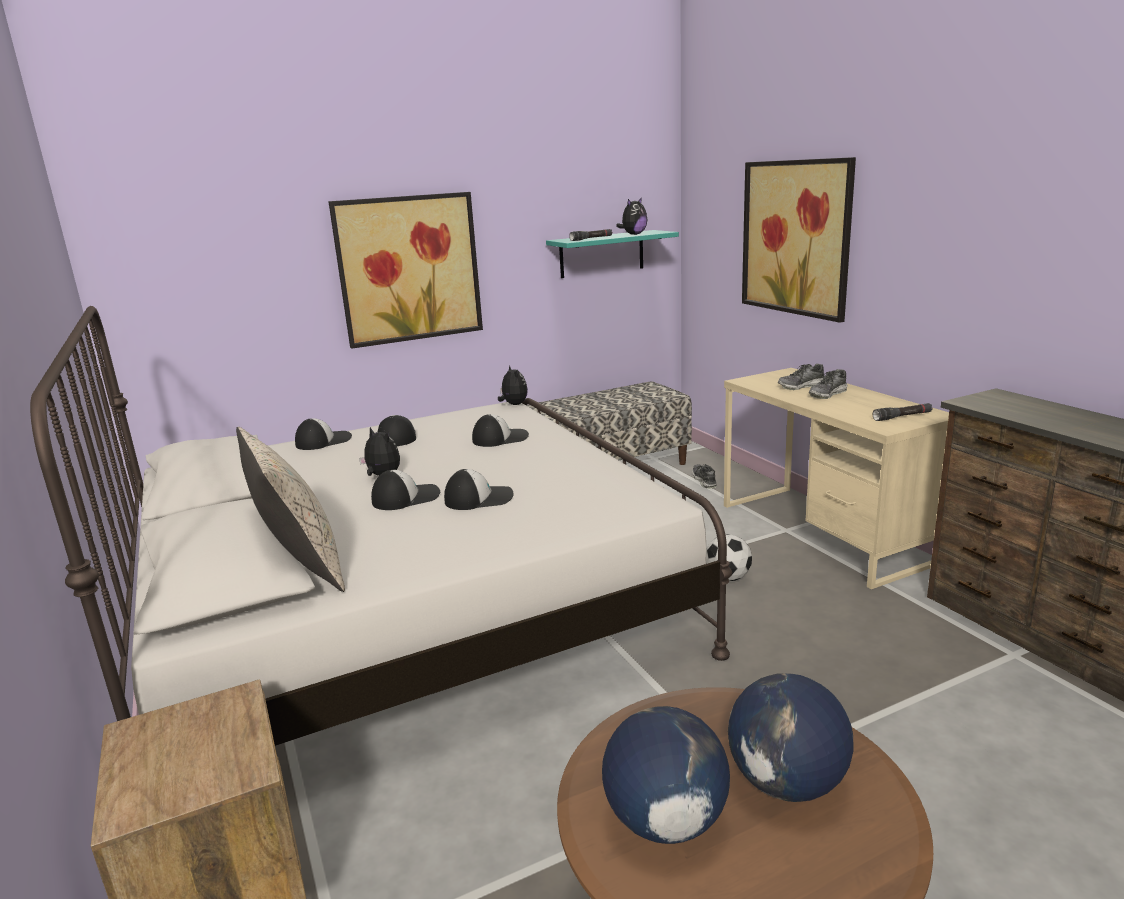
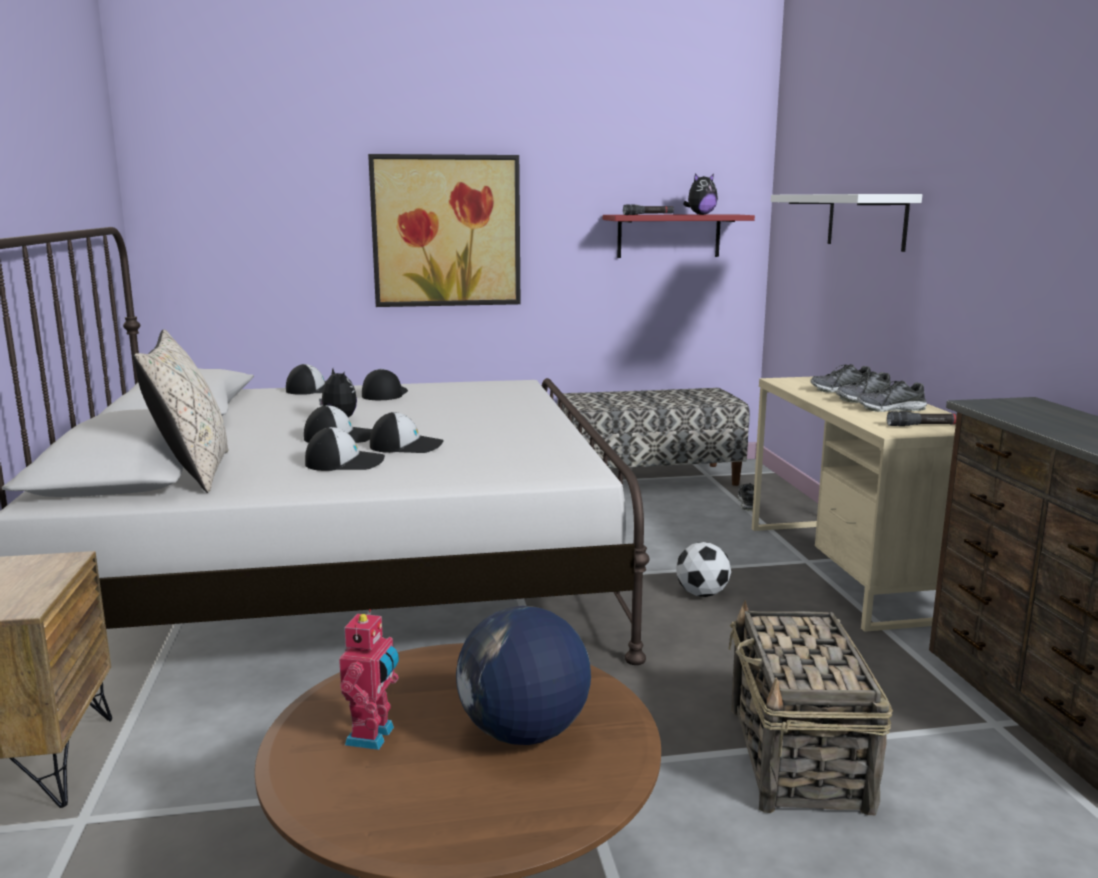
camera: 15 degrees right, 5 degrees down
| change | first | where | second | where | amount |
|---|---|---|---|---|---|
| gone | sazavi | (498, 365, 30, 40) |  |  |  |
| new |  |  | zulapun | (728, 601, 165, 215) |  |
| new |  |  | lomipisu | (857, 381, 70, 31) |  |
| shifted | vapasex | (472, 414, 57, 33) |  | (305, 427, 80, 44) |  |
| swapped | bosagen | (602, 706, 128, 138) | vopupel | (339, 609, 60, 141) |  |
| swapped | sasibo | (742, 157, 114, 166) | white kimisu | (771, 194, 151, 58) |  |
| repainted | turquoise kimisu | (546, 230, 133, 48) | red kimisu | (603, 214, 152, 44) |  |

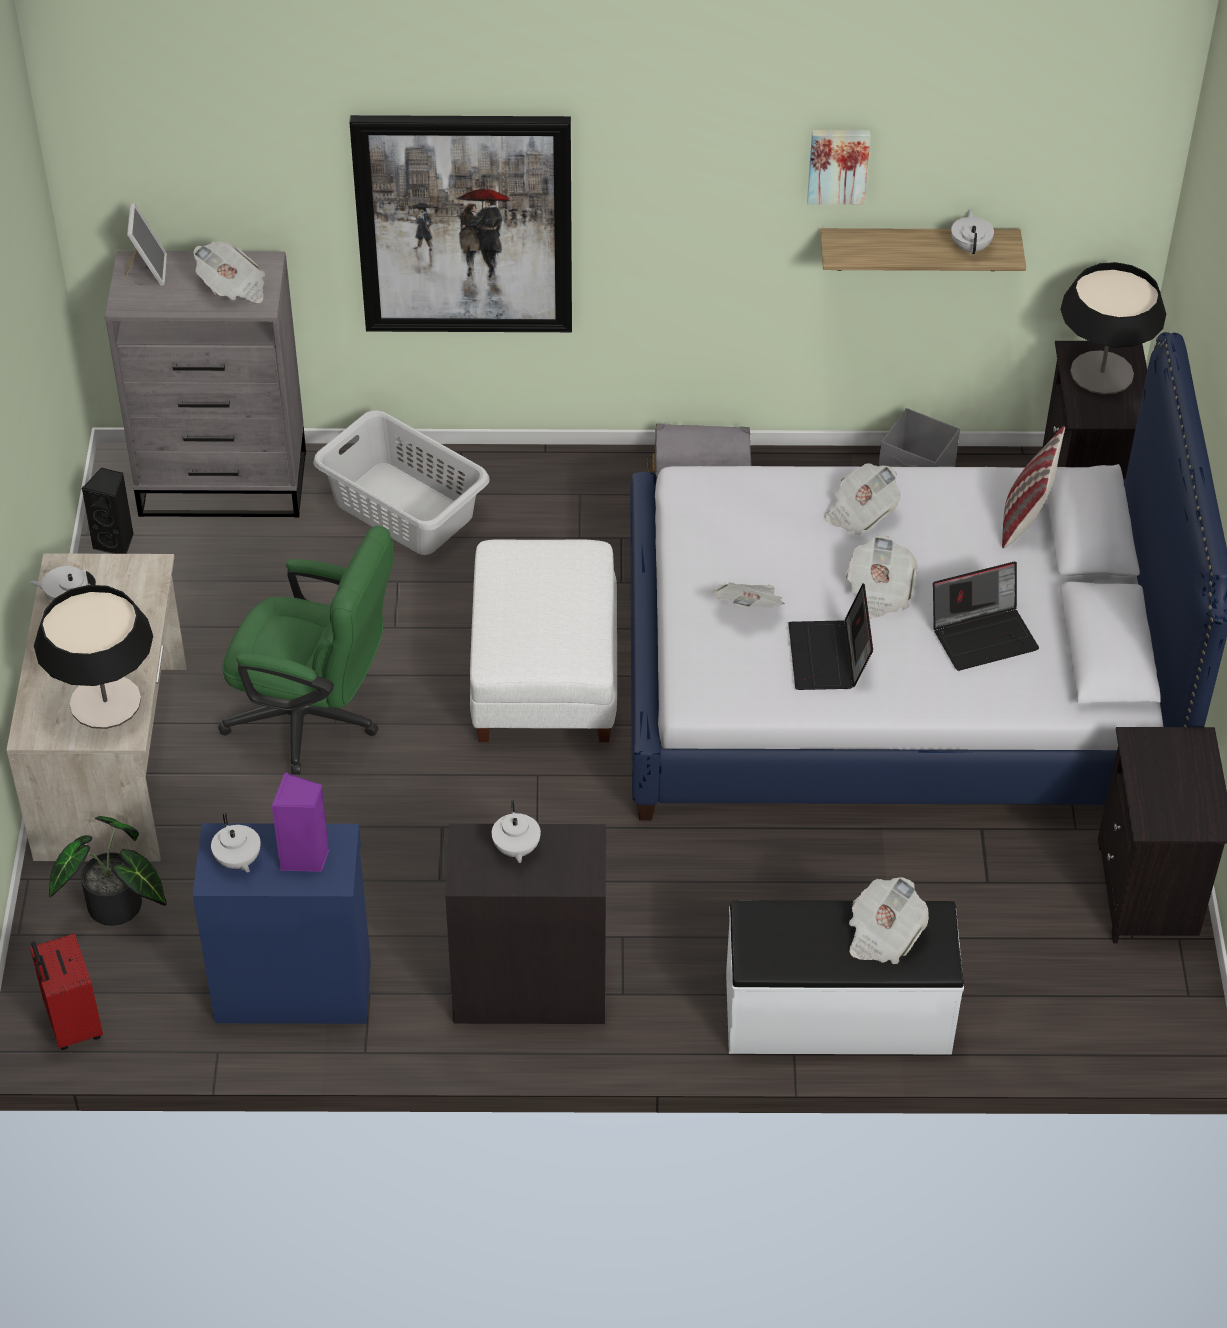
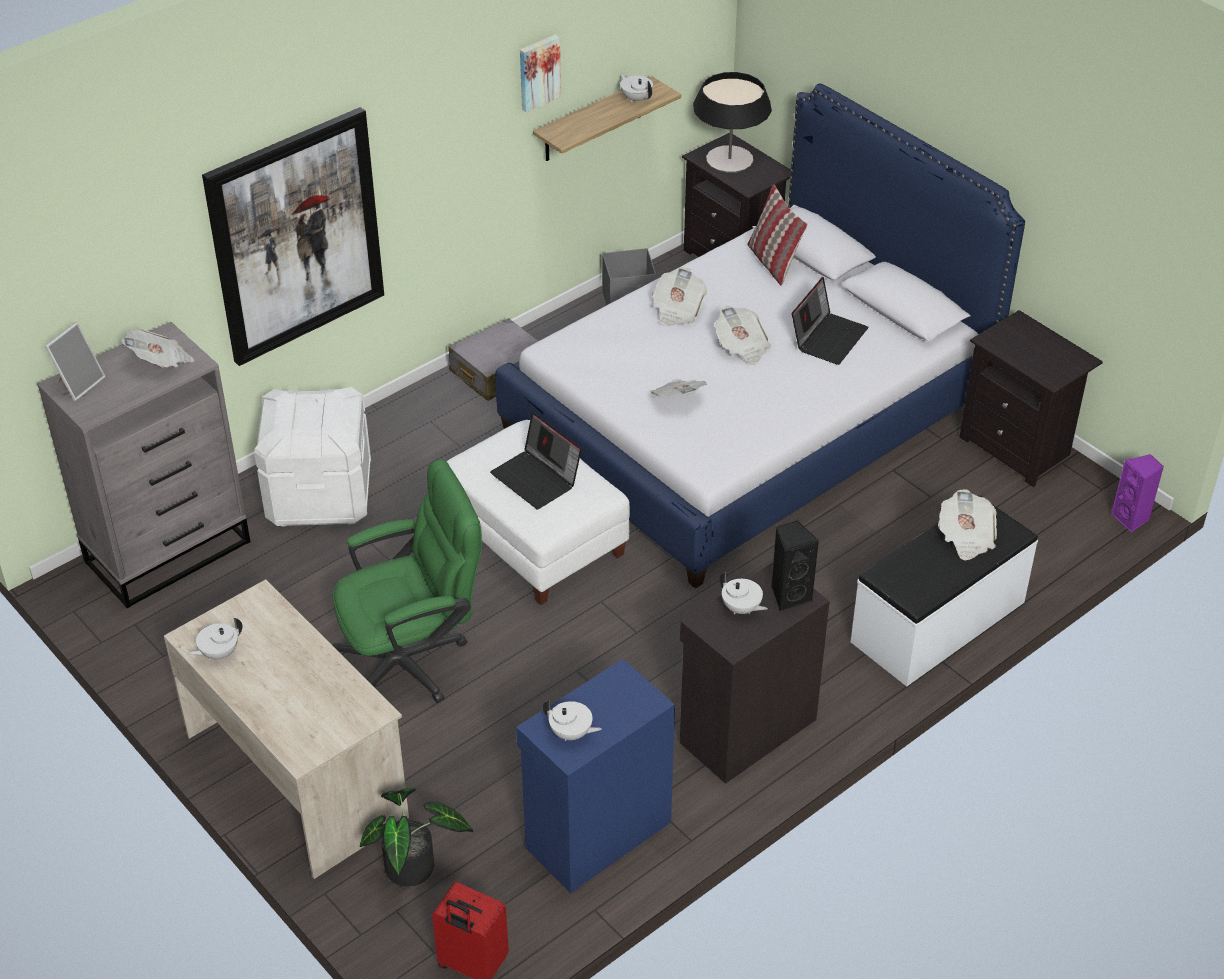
camera: 40 degrees left, 5 degrees down
| change | first | where | second | where | amount |
|---|---|---|---|---|---|
| gone | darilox | (34, 585, 119, 144) |  |  |  |
| shifted | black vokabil | (82, 467, 52, 87) |  | (771, 520, 48, 91) |  |
| shifted | purple vokabil | (272, 773, 57, 99) |  | (1111, 454, 53, 78) |  |
| shifted | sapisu | (788, 583, 85, 107) |  | (490, 413, 92, 96) |  |
| swapped | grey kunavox | (313, 410, 177, 145) | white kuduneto | (254, 387, 117, 140) |  |
| rotated | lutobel | (125, 203, 42, 83) |  | (45, 322, 61, 79) | 75 degrees clockwise |

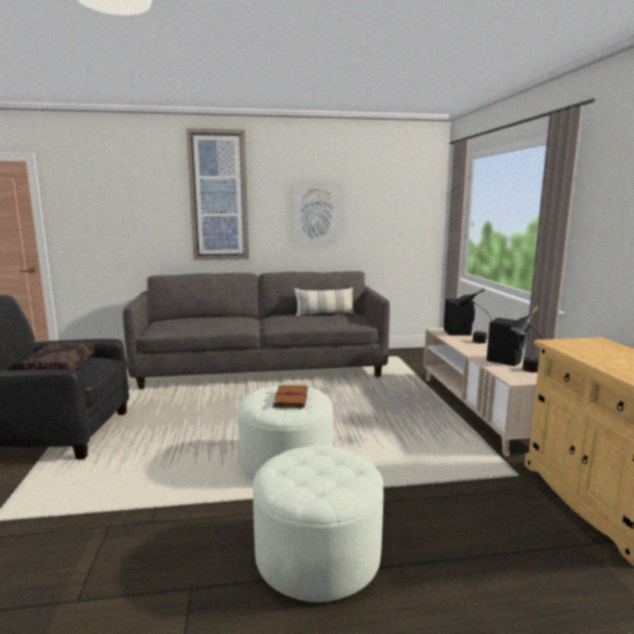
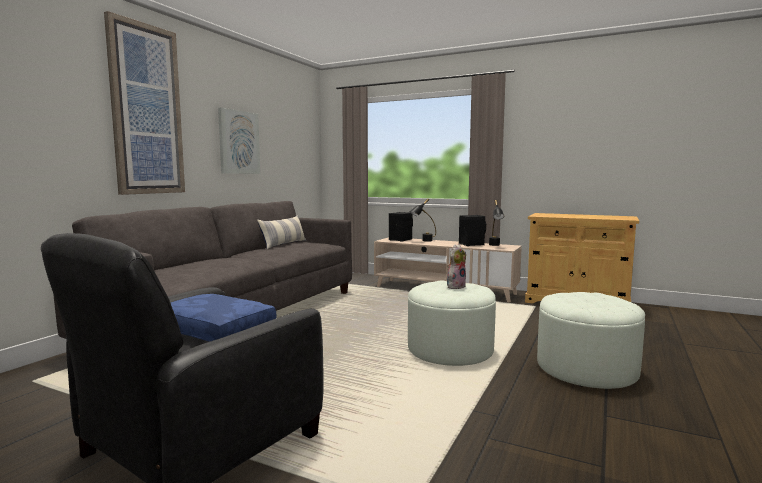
camera: 55 degrees left, 5 degrees down
| change | first | where | second | where | amount |
|---|---|---|---|---|---|
| swapped | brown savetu | (272, 385, 36, 23) | sazavi | (447, 244, 19, 45) |  |
| repainted | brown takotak | (18, 343, 76, 27) | blue takotak | (171, 294, 105, 48) |  |

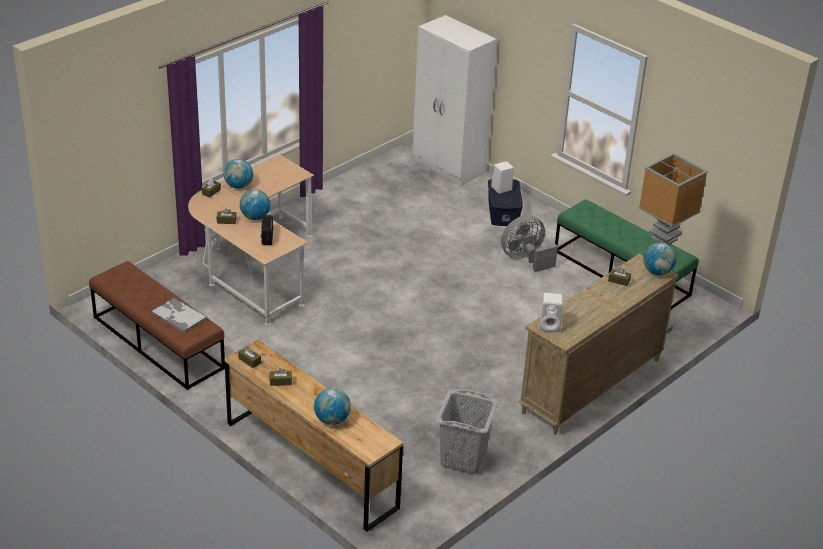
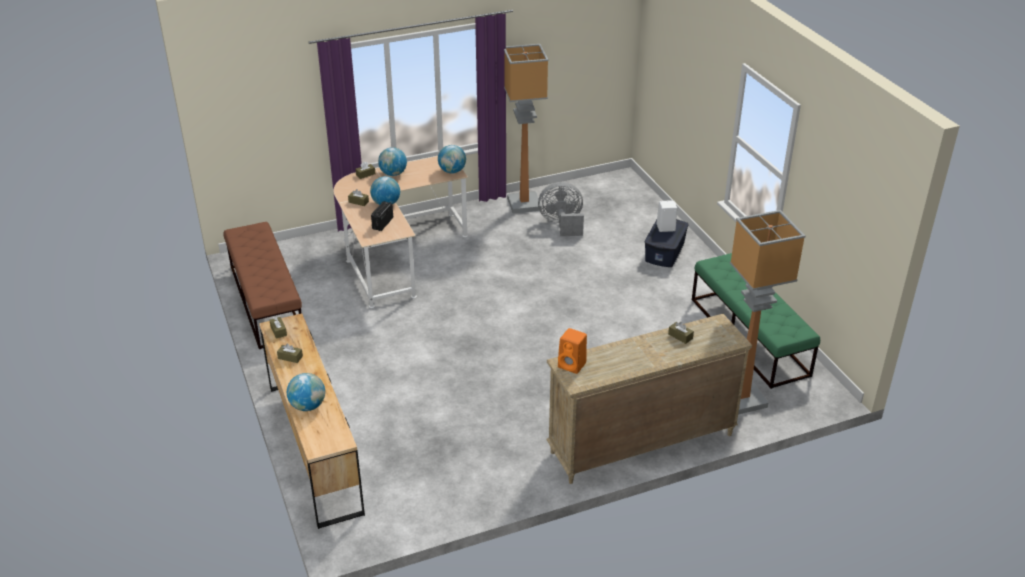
camera: 25 degrees right, 0 degrees up
| change | first | where | second | where | amount |
|---|---|---|---|---|---|
| gone | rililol | (151, 297, 56, 36) |  |  |  |
| gone | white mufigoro | (412, 15, 85, 171) |  |  |  |
| gone | grey kunavox | (436, 389, 62, 85) |  |  |  |
| new |  |  | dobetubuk | (504, 44, 45, 169) |  |
| shifted | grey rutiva | (501, 215, 57, 57) |  | (538, 182, 46, 54) |  |
| shifted | bosagen | (643, 243, 34, 32) |  | (438, 145, 28, 29) |  |
| repainted | white vokabil | (539, 293, 24, 39) | orange vokabil | (558, 328, 29, 46) |  |

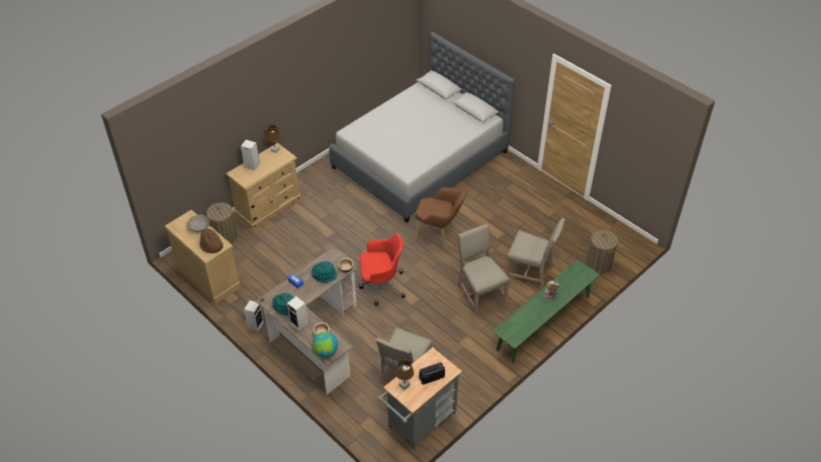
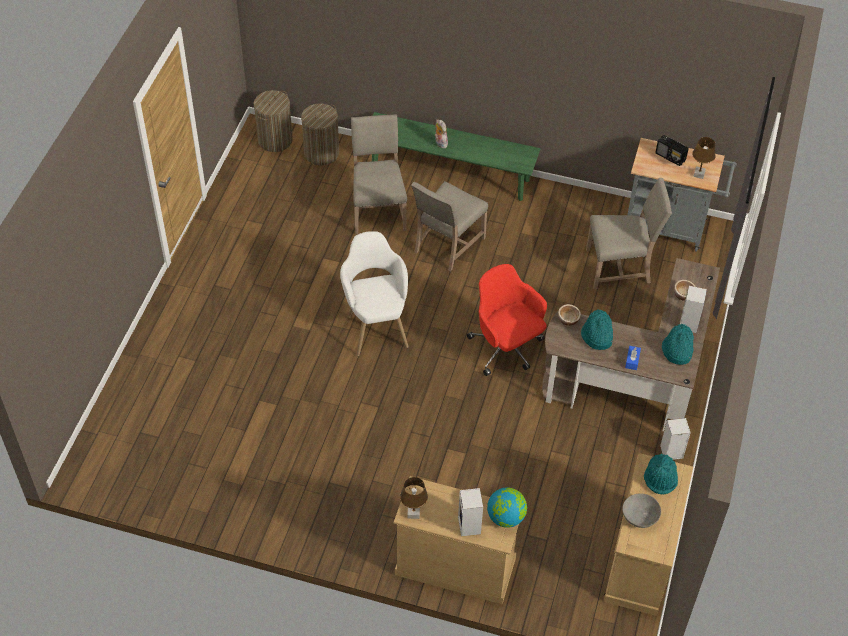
camera: 120 degrees left, 5 degrees up
| change | first | where | second | where | amount |
|---|---|---|---|---|---|
| gone | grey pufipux | (329, 32, 186, 191) |  |  |  |
| shifted | kunavox | (207, 202, 30, 42) |  | (254, 90, 39, 62) |  |
| shifted | bosagen | (312, 332, 26, 26) |  | (487, 487, 40, 41) |  |
| repainted | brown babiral | (200, 229, 23, 24) | turquoise babiral | (644, 454, 34, 40) |  |
| repainted | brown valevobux | (413, 187, 53, 63) | white valevobux | (340, 231, 69, 125) |  |

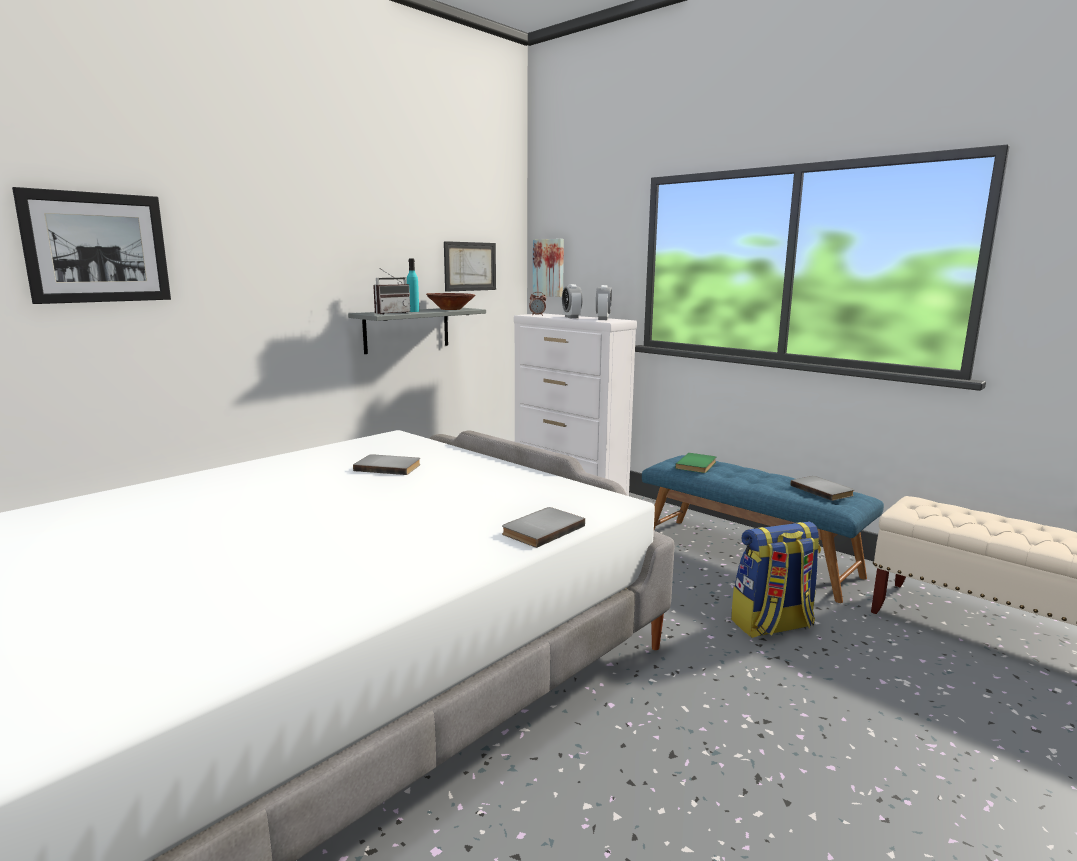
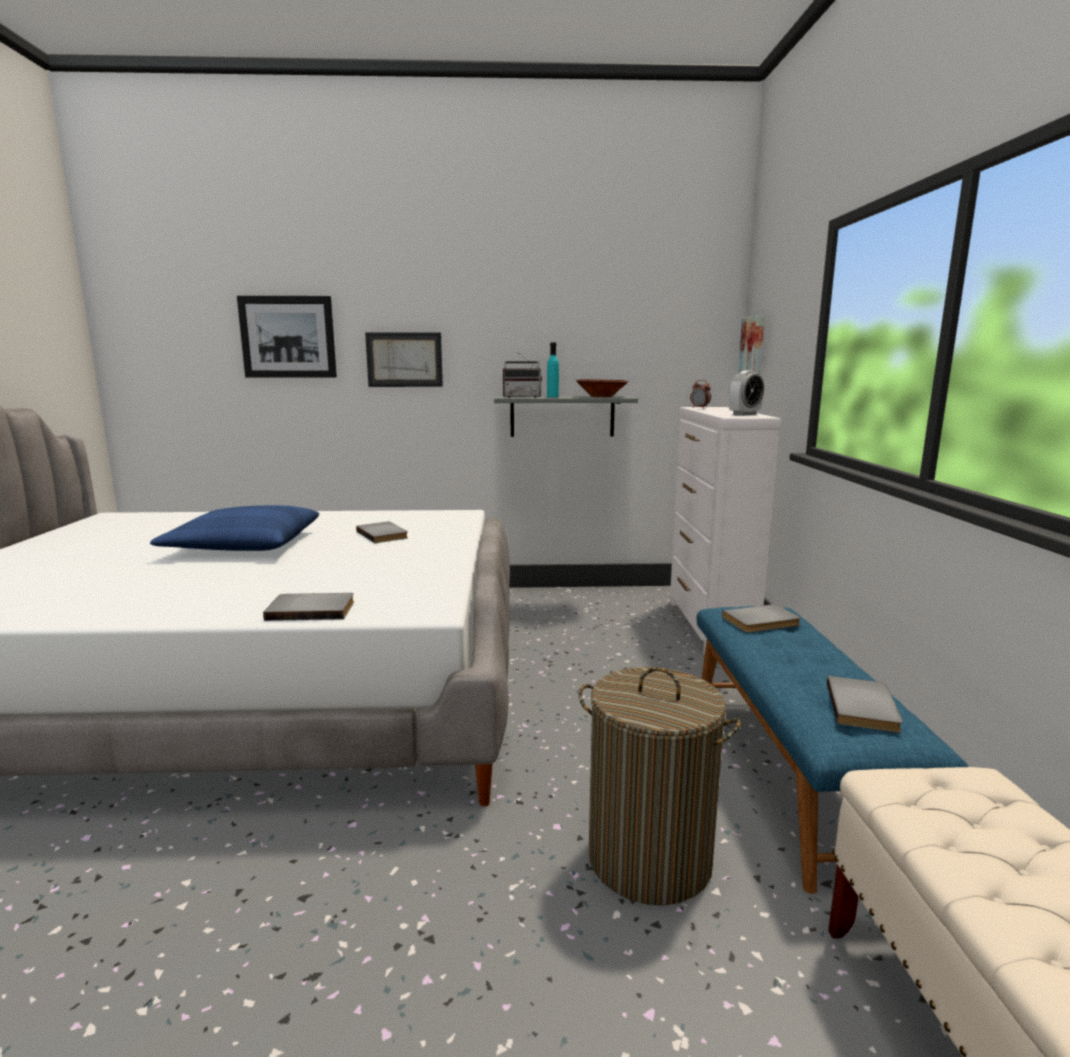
camera: 45 degrees right, 0 degrees up
| change | first | where | second | where | amount |
|---|---|---|---|---|---|
| gone | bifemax | (562, 284, 21, 34) |  |  |  |
| new |  |  | blue takotak | (150, 505, 169, 46) |  |
| shifted | sasibo | (444, 241, 52, 51) |  | (365, 332, 78, 55) |  |
| swapped | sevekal | (731, 521, 90, 117) | kunavox | (579, 667, 162, 239) |  |
| repainted | green savetu | (675, 453, 41, 20) | grey savetu | (722, 604, 79, 29) |  |

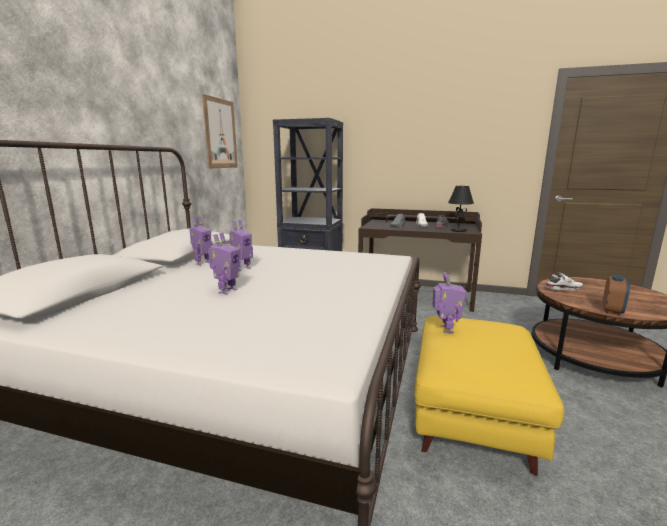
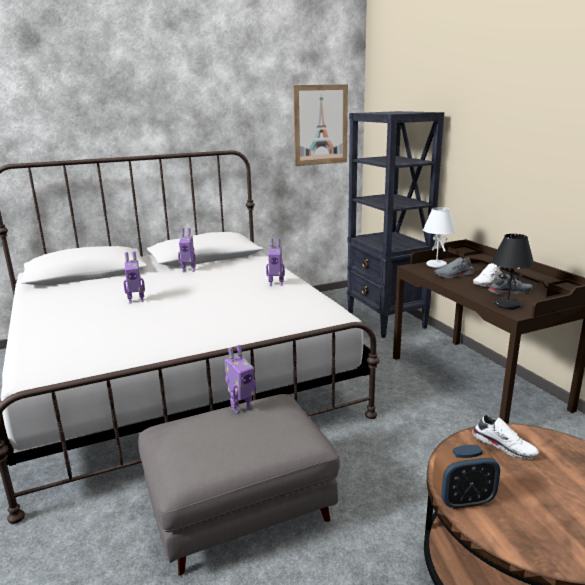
camera: 50 degrees right, 5 degrees up
| change | first | where | second | where | amount |
|---|---|---|---|---|---|
| new |  |  | white darilox | (423, 207, 33, 61) |  |
| shifted | vopupel | (229, 220, 24, 51) |  | (266, 238, 19, 48) |  |
| repainted | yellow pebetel | (414, 316, 150, 160) | grey pebetel | (138, 394, 202, 182) |  |

